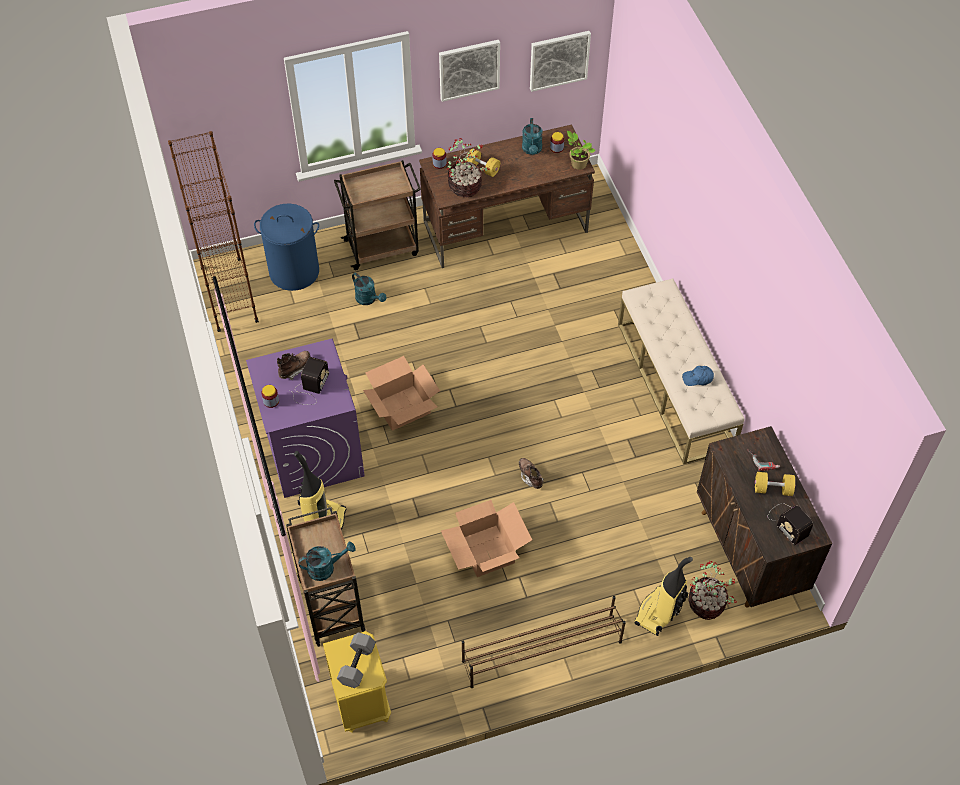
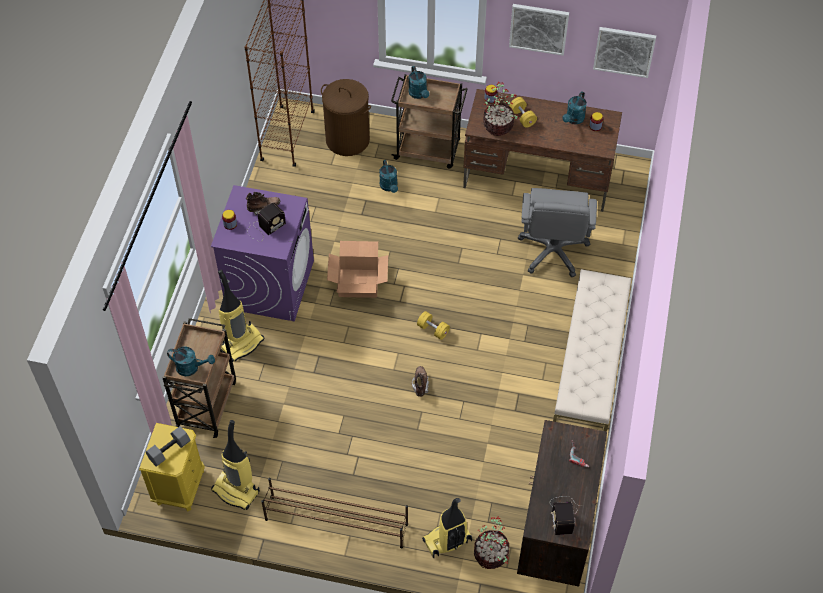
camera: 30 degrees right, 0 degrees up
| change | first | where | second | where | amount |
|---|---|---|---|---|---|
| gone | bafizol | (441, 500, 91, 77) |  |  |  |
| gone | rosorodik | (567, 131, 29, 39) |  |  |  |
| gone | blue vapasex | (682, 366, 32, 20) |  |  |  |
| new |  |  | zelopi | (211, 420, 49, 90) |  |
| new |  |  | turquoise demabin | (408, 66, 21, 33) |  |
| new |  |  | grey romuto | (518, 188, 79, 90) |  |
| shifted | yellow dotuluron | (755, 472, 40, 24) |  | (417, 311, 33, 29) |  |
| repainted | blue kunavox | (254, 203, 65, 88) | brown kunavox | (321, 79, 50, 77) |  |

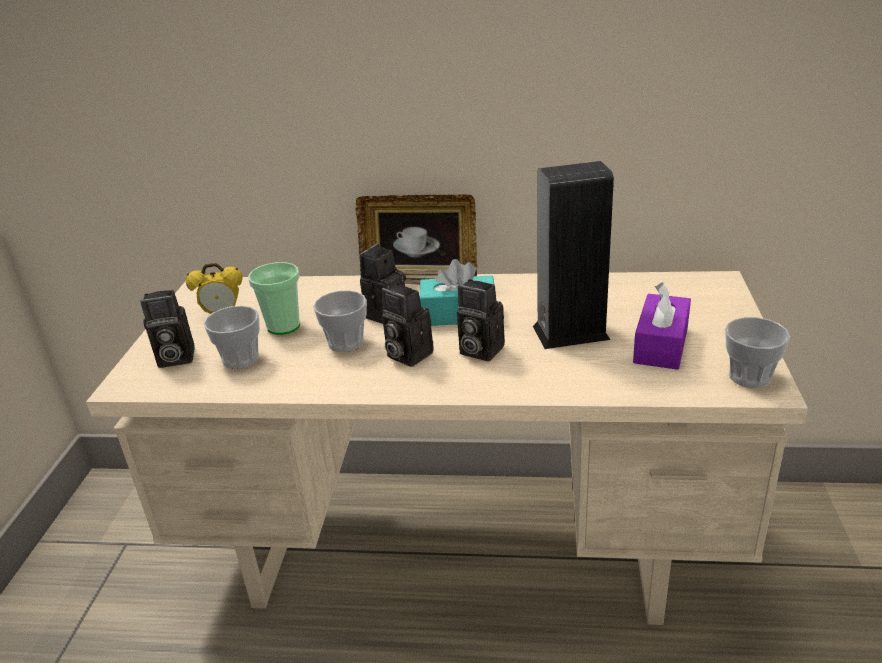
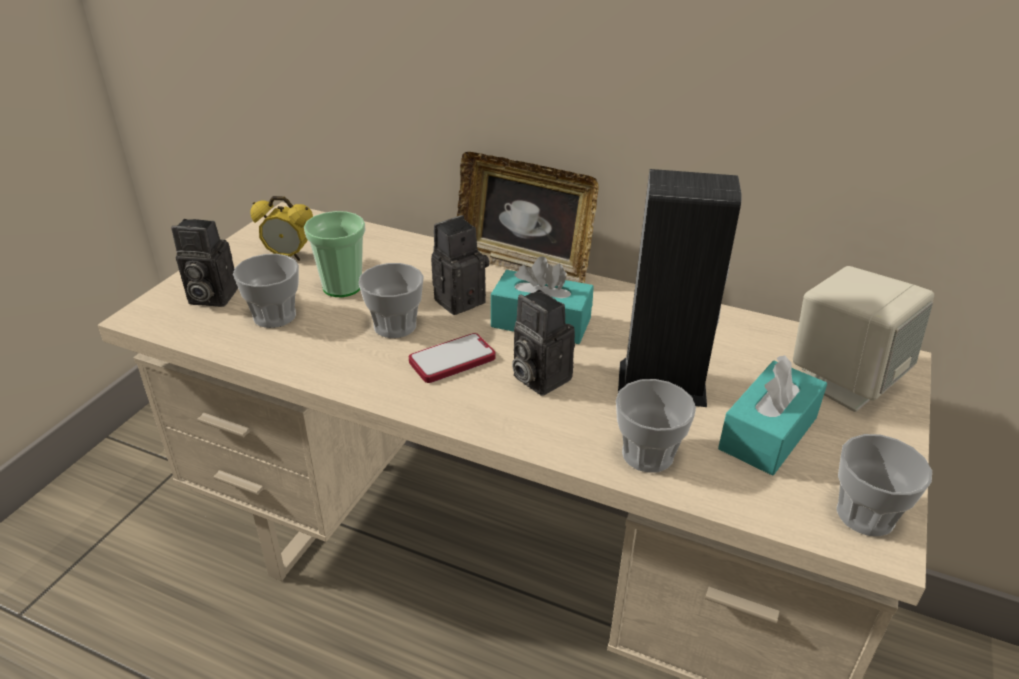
camera: 15 degrees right, 5 degrees up
| change | first | where | second | where | amount |
|---|---|---|---|---|---|
| new |  |  | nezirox | (616, 379, 80, 94) |  |
| new |  |  | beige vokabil | (793, 266, 141, 146) |  |
| swapped | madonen | (382, 284, 52, 83) | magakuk | (409, 333, 86, 50) |  |
| repainted | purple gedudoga | (633, 282, 58, 88) | turquoise gedudoga | (718, 355, 109, 121) |  |

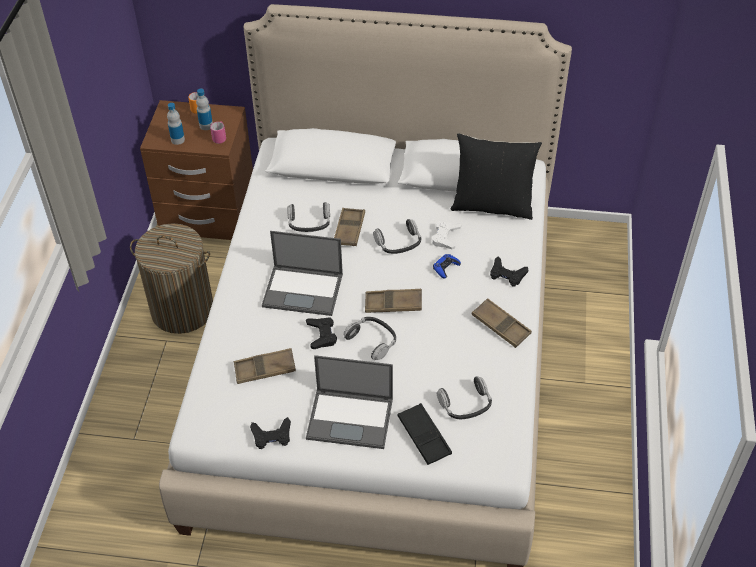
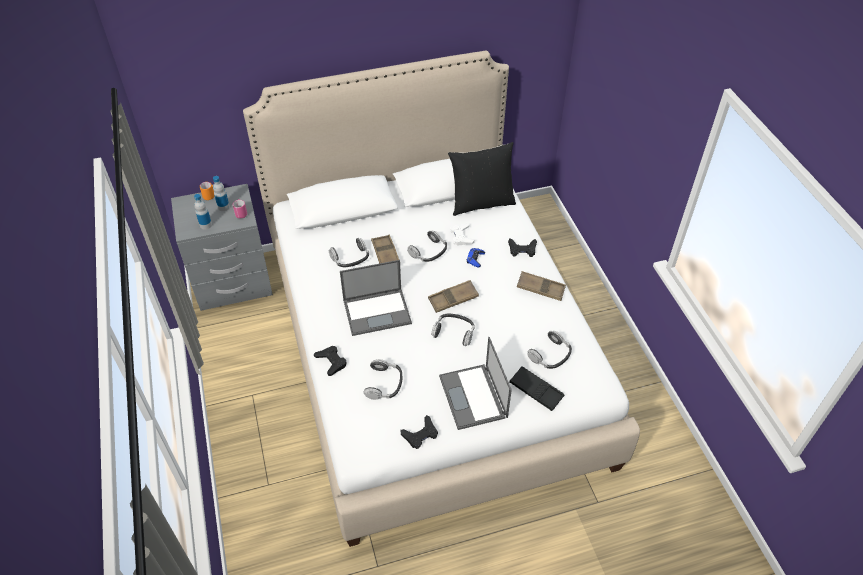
camera: 25 degrees left, 0 degrees up
| change | first | where | second | where | amount |
|---|---|---|---|---|---|
| gone | kunavox | (130, 223, 83, 111) |  |  |  |
| shifted | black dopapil | (306, 318, 31, 31) |  | (314, 346, 33, 30) |  |
| swapped | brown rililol | (234, 348, 62, 36) | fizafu | (363, 359, 39, 41) |  |
| repainted | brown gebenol | (140, 100, 113, 140) | grey gebenol | (171, 184, 102, 127) |  |
| rotated | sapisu | (306, 355, 87, 94) |  | (439, 337, 73, 93) | 90 degrees clockwise |

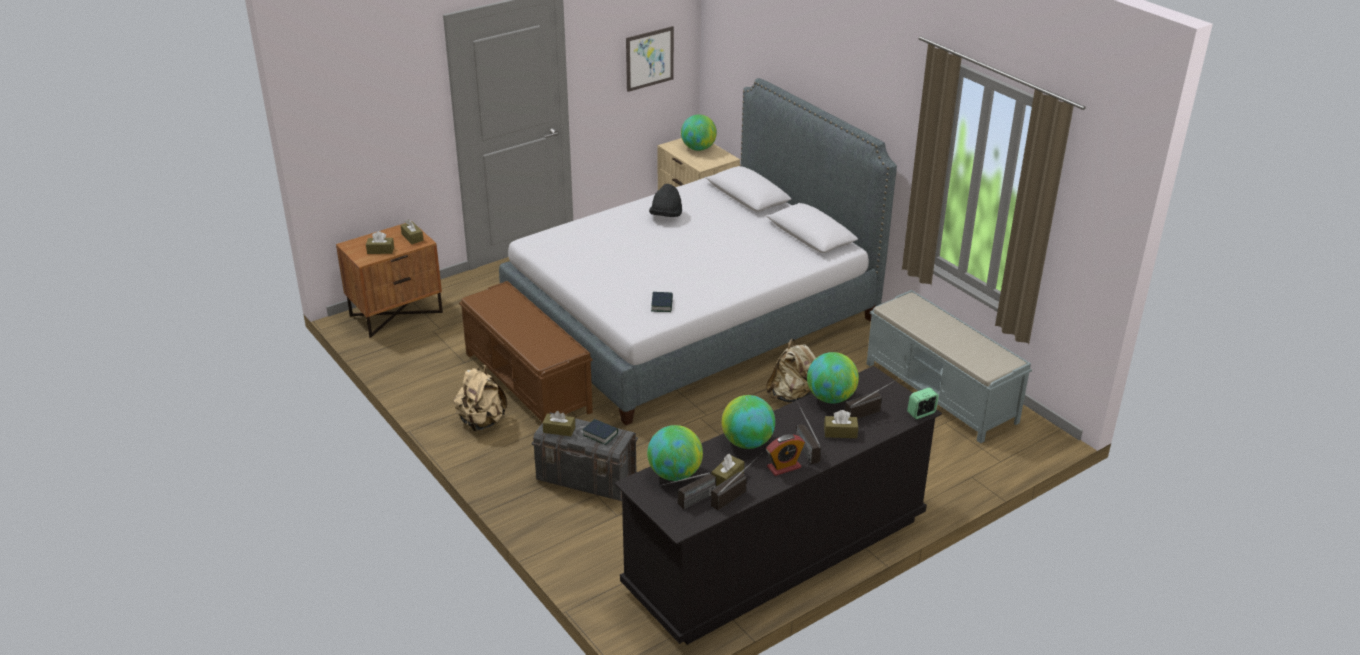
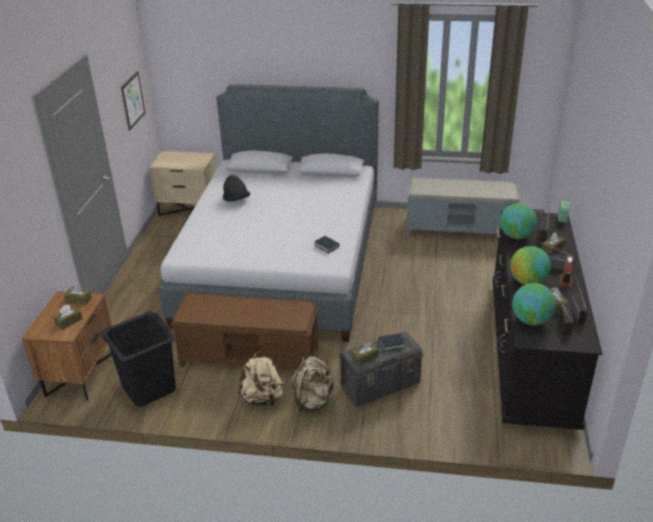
camera: 45 degrees left, 0 degrees up
| change | first | where | second | where | amount |
|---|---|---|---|---|---|
| gone | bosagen | (681, 114, 36, 37) |  |  |  |
| new |  |  | black kunavox | (100, 311, 76, 96) |  |
| shifted | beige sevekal | (766, 339, 50, 64) |  | (291, 356, 44, 58) |  |

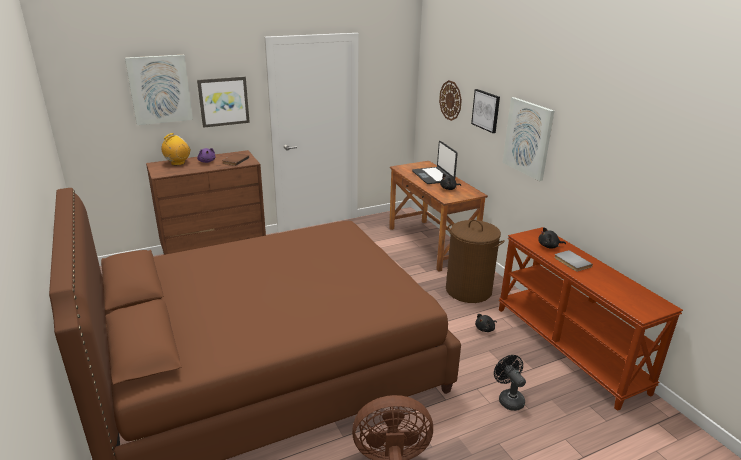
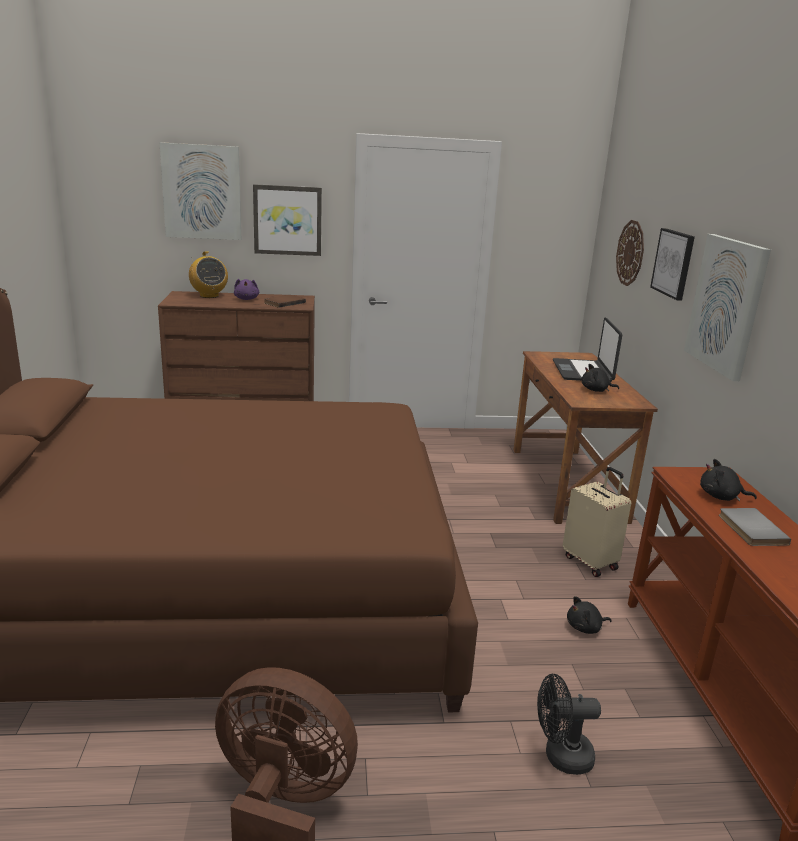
camera: 20 degrees right, 5 degrees down
| change | first | where | second | where | amount |
|---|---|---|---|---|---|
| swapped | brown kunavox | (446, 220, 59, 83) | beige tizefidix | (563, 467, 68, 110) |  |
| rotated | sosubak | (162, 133, 29, 32) |  | (189, 251, 39, 47) | 90 degrees clockwise |
| rotated | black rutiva | (494, 355, 32, 56) |  | (537, 674, 64, 101) | 90 degrees counterclockwise |

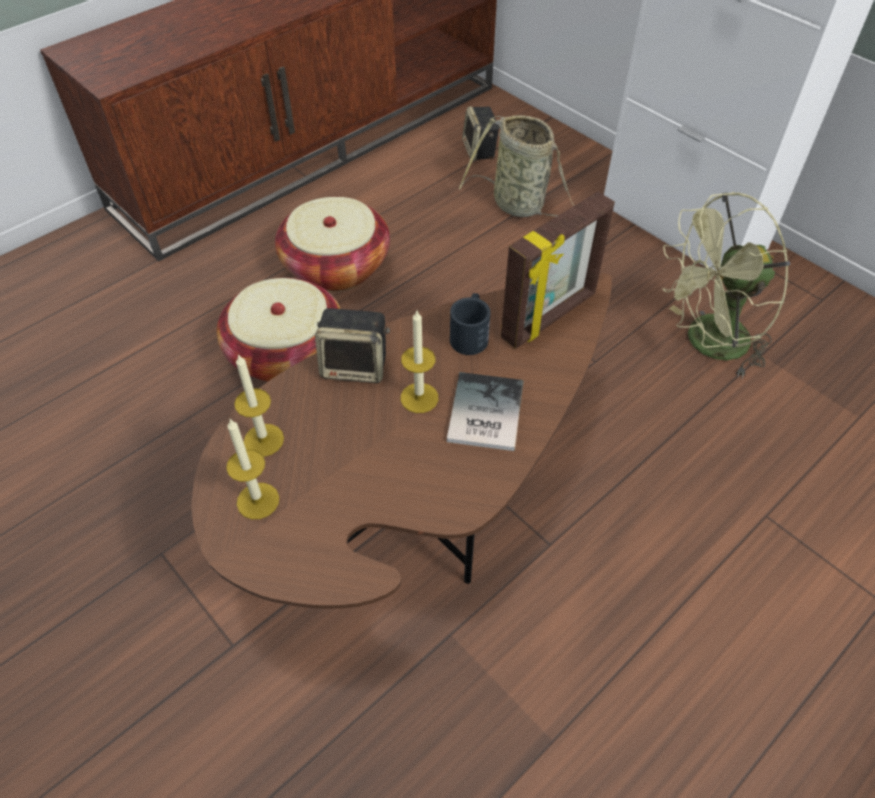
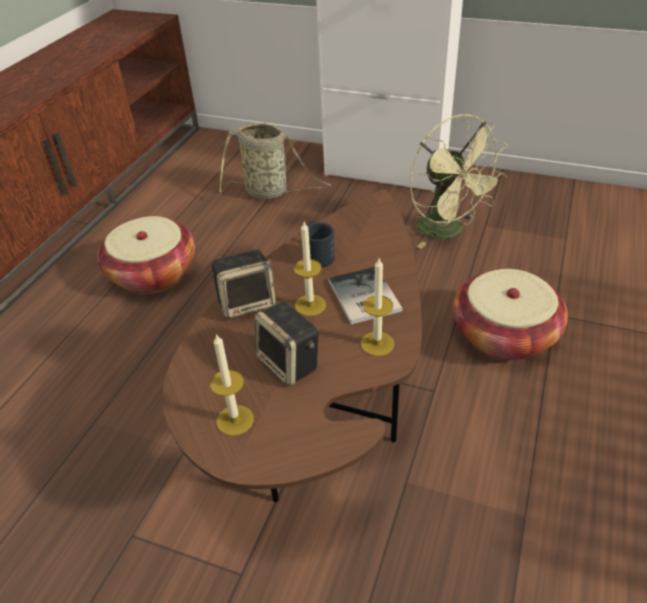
camera: 25 degrees left, 10 degrees down
| change | first | where | second | where | amount |
|---|---|---|---|---|---|
| gone | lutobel | (501, 191, 114, 158) |  |  |  |
| shifted | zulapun | (217, 278, 124, 104) |  | (453, 269, 115, 92) |  |
| shifted | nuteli | (234, 354, 50, 103) |  | (361, 258, 33, 98) |  |
| shifted | vokabil | (462, 106, 38, 55) |  | (255, 302, 64, 84) |  |
| rotated | green rutiva | (662, 192, 128, 186) |  | (410, 114, 98, 135) | 75 degrees counterclockwise |

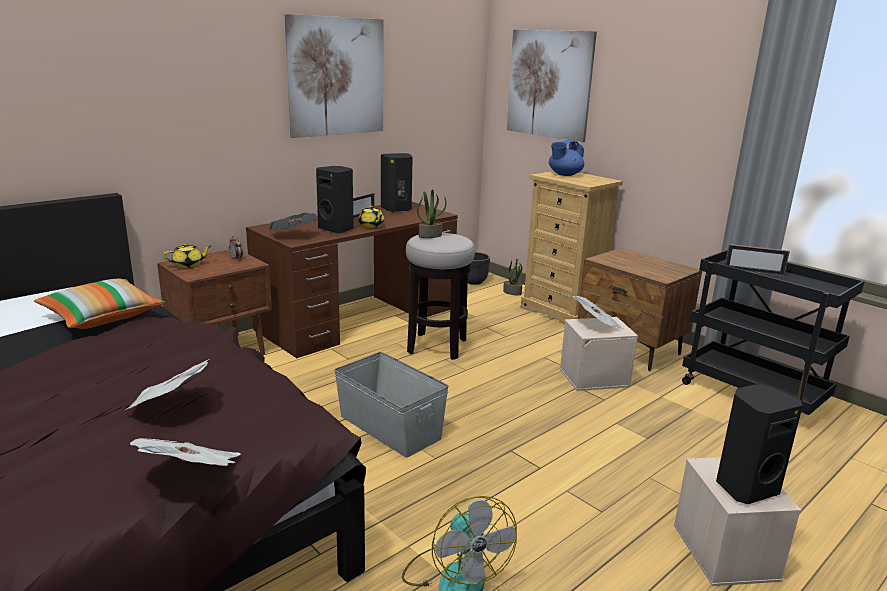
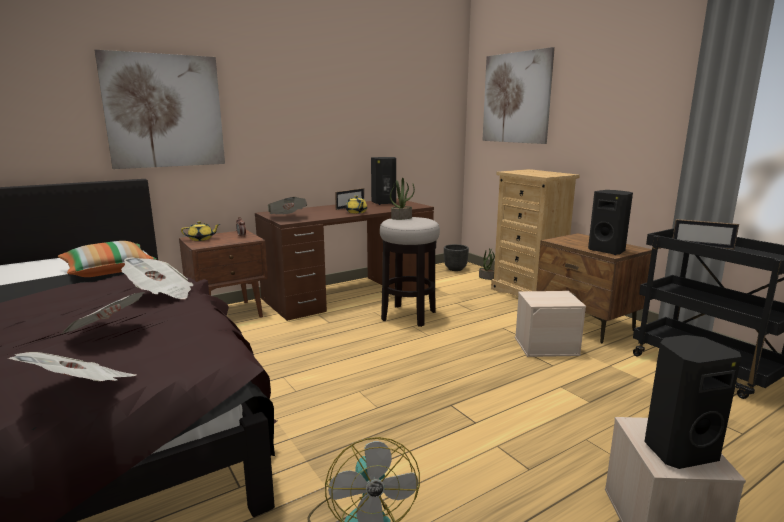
camera: 10 degrees right, 5 degrees down
| change | first | where | second | where | amount |
|---|---|---|---|---|---|
| gone | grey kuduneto | (334, 352, 115, 106) |  |  |  |
| gone | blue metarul | (549, 140, 35, 36) |  |  |  |
| shifted | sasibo | (284, 14, 99, 124) |  | (94, 50, 131, 119) |  |
| shifted | black vokabil | (316, 166, 38, 68) |  | (588, 190, 45, 65) |  |
| shifted | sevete | (573, 296, 52, 34) |  | (121, 257, 72, 42) |  |

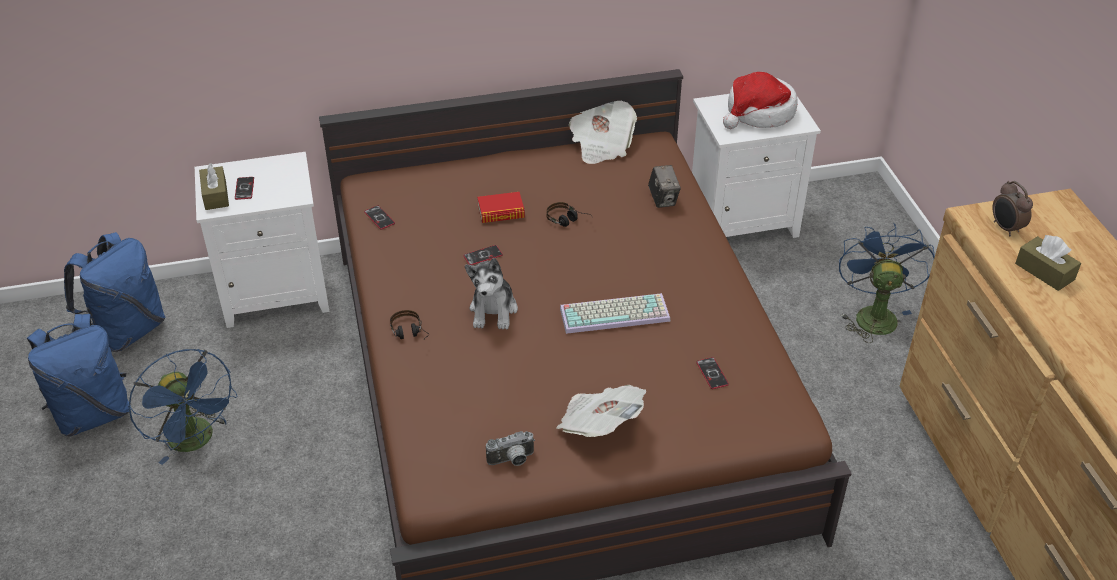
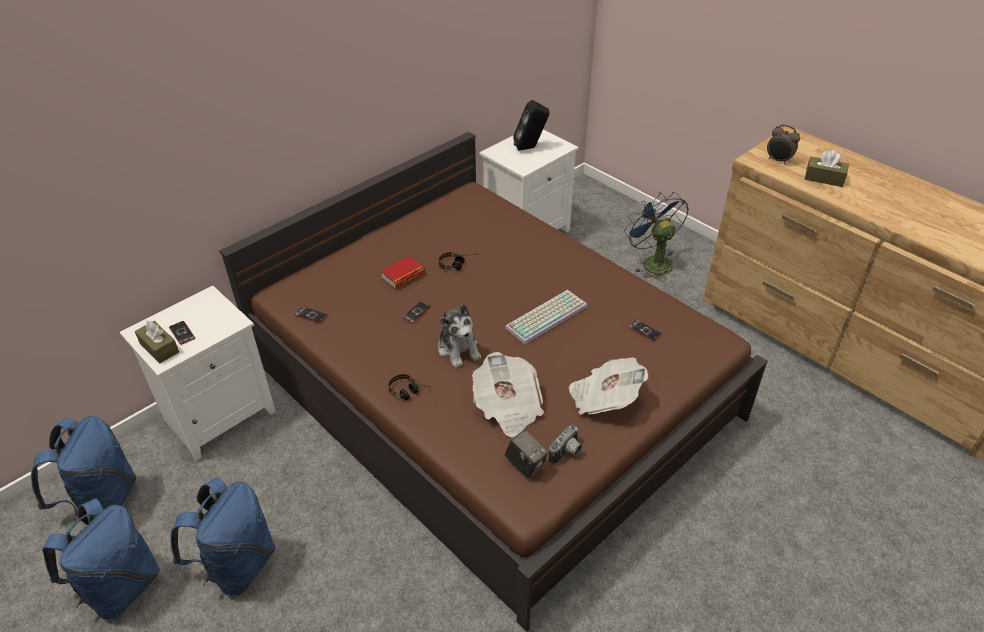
camera: 30 degrees left, 0 degrees up
| change | first | where | second | where | amount |
|---|---|---|---|---|---|
| shifted | sevete | (569, 101, 68, 63) |  | (472, 352, 72, 85) |  |
| shifted | madonen | (648, 165, 33, 43) |  | (505, 430, 44, 48) |  |
| swapped | blue rutiva | (128, 349, 110, 116) | blue sevekal | (170, 477, 106, 120) |  |
| swapped | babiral | (723, 72, 75, 57) | black vokabil | (513, 100, 36, 51) |  |

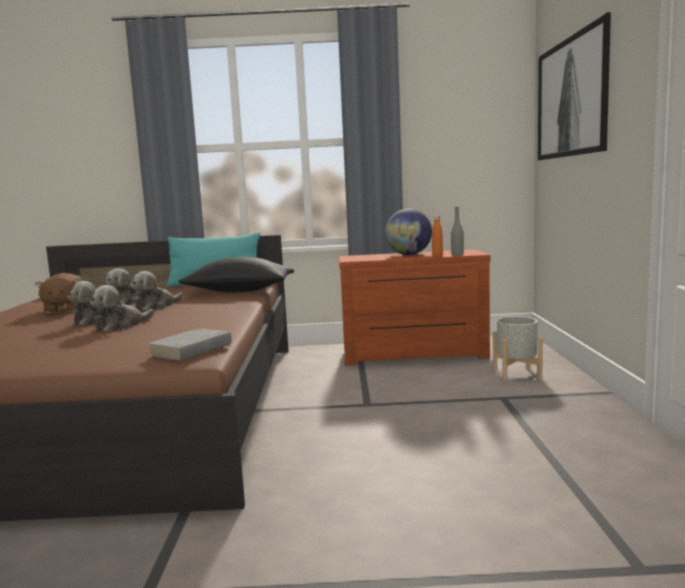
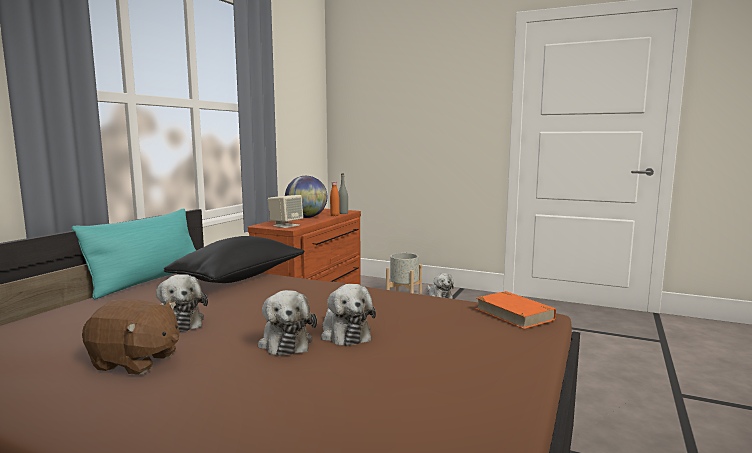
camera: 65 degrees left, 0 degrees up
| change | first | where | second | where | amount |
|---|---|---|---|---|---|
| gone | sasibo | (538, 12, 73, 148) |  |  |  |
| new |  |  | beige vokabil | (268, 195, 35, 33) |  |
| shifted | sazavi | (132, 271, 51, 40) |  | (427, 273, 27, 26) |  |
| repainted | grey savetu | (147, 328, 85, 33) | orange savetu | (476, 291, 80, 38) |  |

